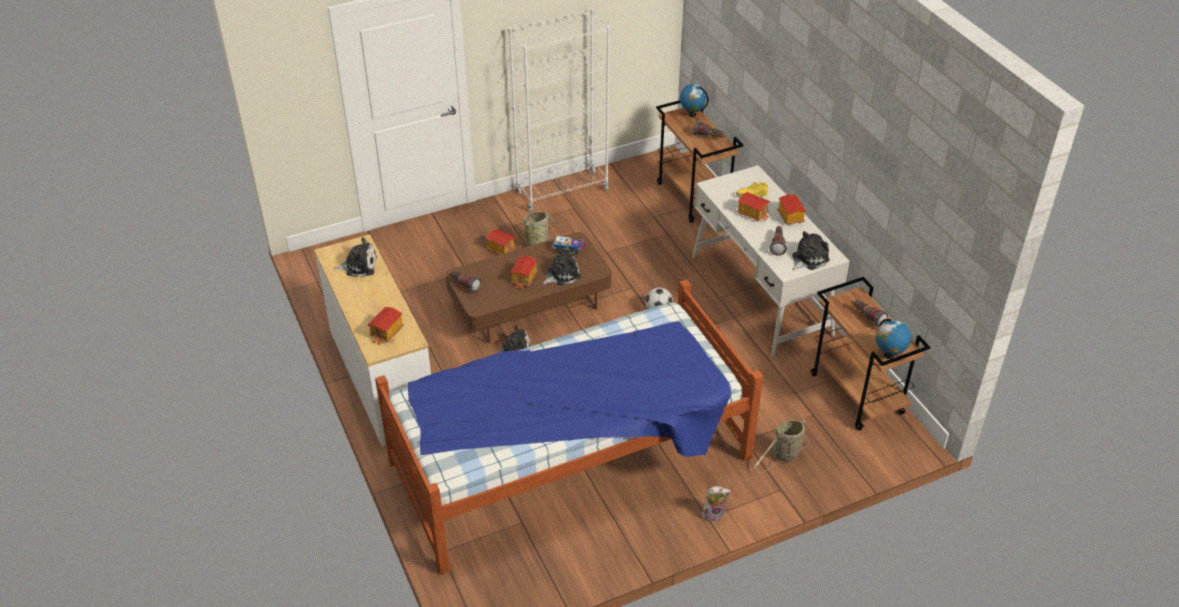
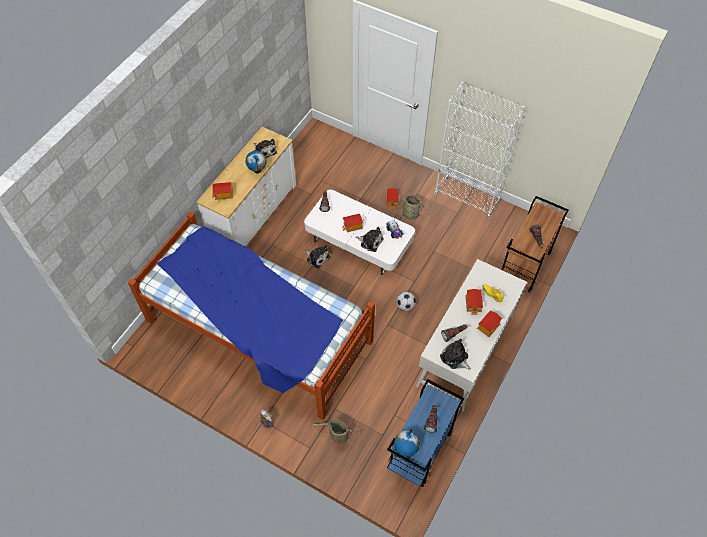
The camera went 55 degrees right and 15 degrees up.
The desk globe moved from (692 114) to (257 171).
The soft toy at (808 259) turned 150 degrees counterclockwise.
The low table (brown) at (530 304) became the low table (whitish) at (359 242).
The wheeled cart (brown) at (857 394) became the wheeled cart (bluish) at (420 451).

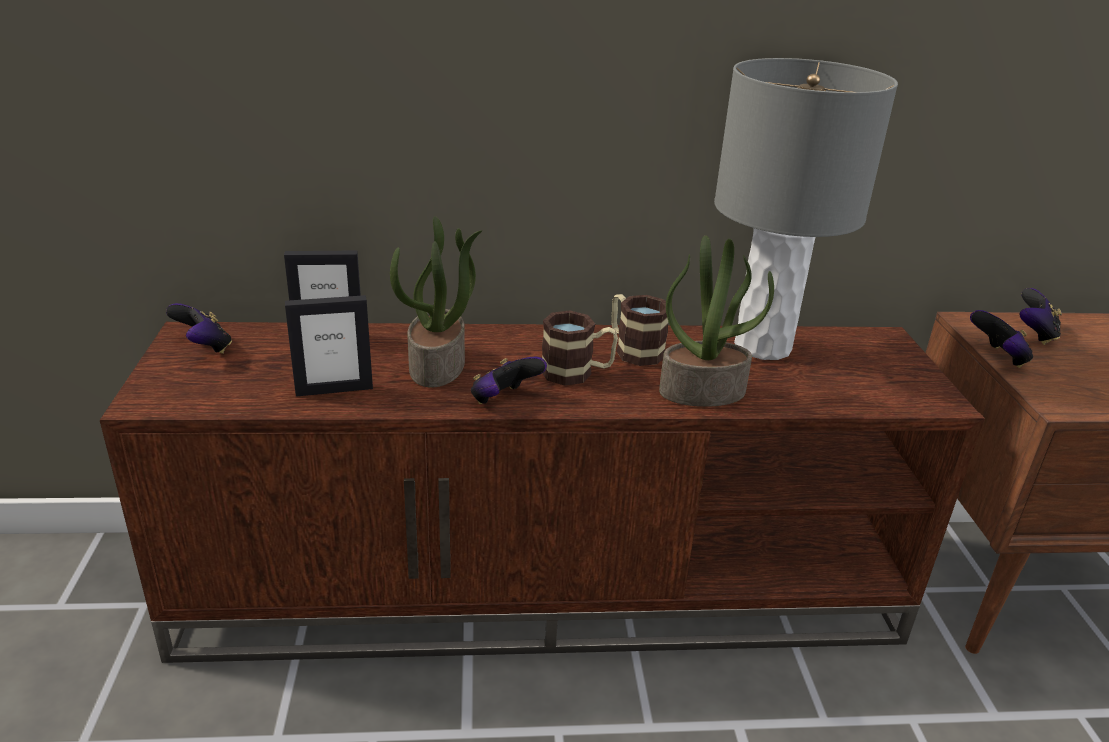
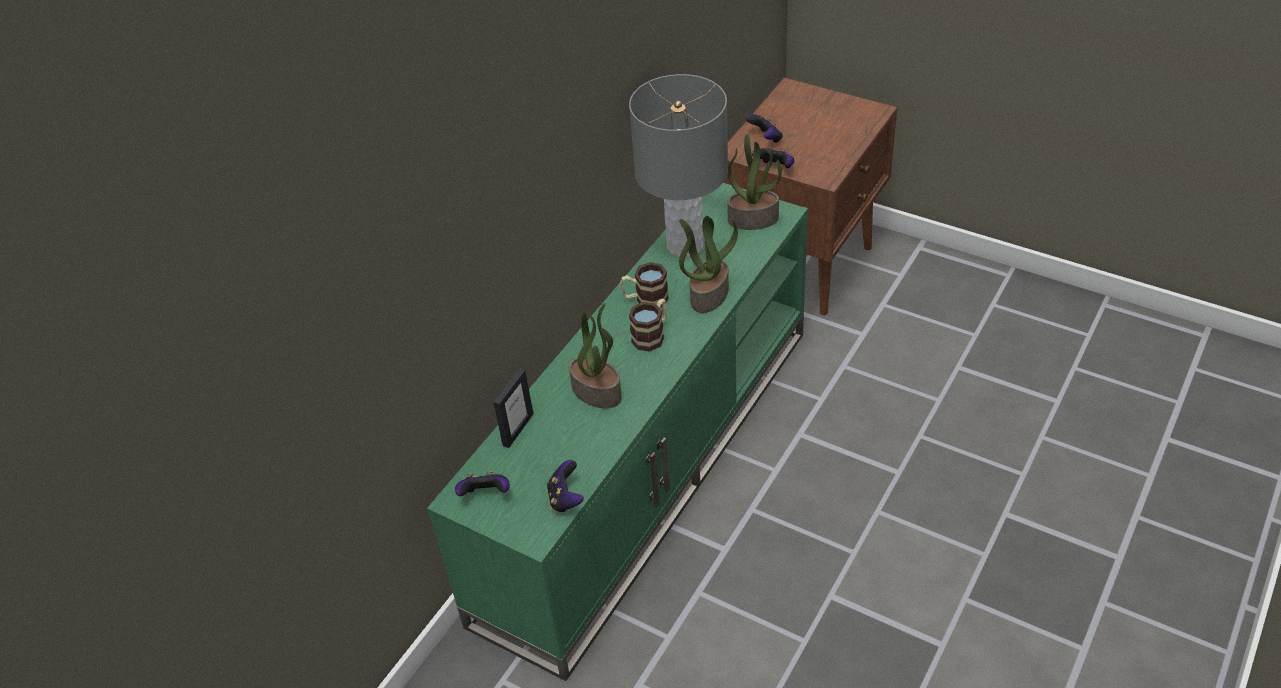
The camera went 50 degrees left and 15 degrees up.
The photo frame at (334 389) disappeared.
The media console (brown) at (546 588) became the media console (greenish) at (648 465).
The gamepad moved from (504 400) to (566 499).
The plant in a pot at (753 219) appeared.

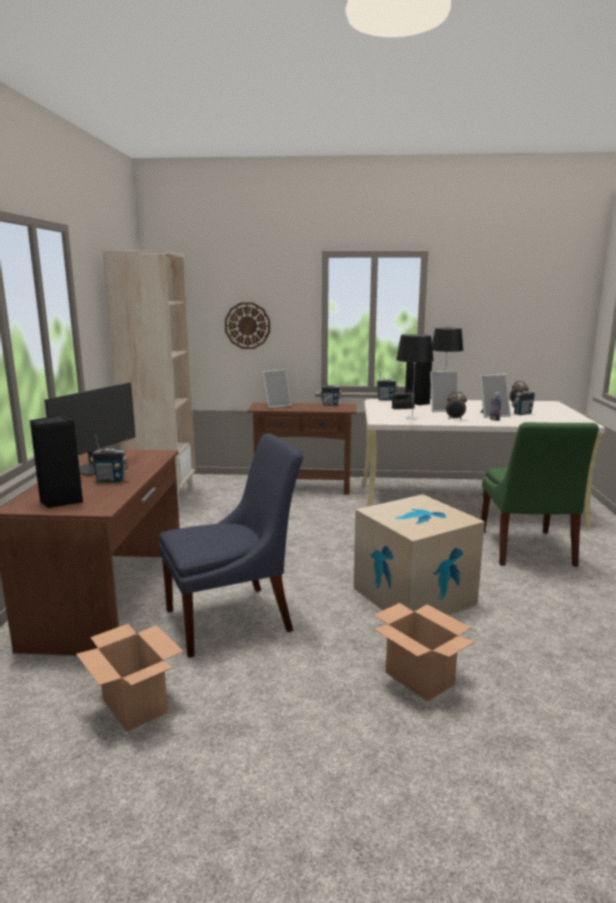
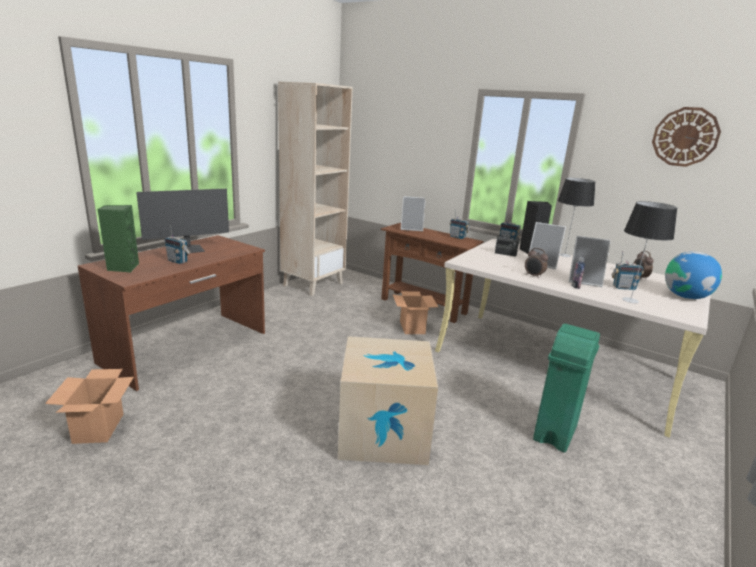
The camera went 30 degrees right and 5 degrees up.
The wall clock moved from (247 325) to (685 137).
The lamp for a table moved from (412 418) to (631 300).
The audio speaker (blackish) at (60 501) became the audio speaker (greenish) at (123 268).
The chair (greenish) at (526 550) was replaced by the rubbish bin (greenish) at (554 433).
The chair (bluish) at (234 619) disappeared.
The packing box moved from (418 678) to (412 327).
The desk globe at (685 297) appeared.

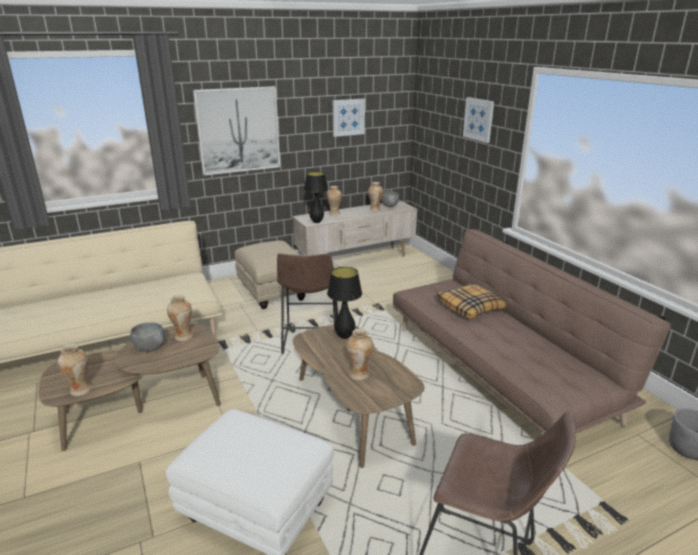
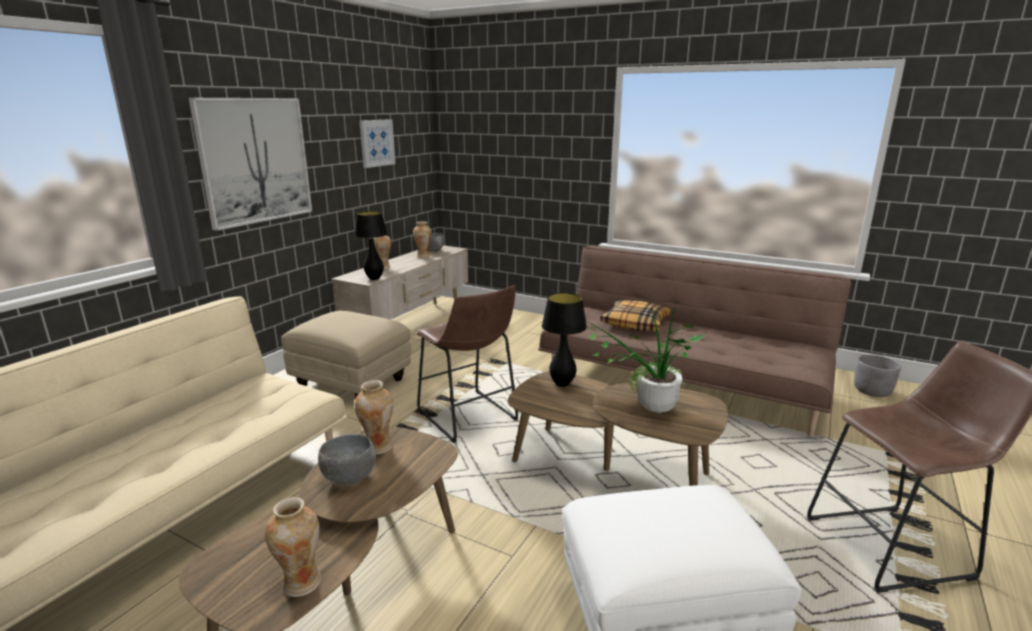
The camera went 35 degrees left and 5 degrees down.
The wall picture at (478 119) disappeared.
The vase at (359 374) was replaced by the plant in a pot at (648 409).

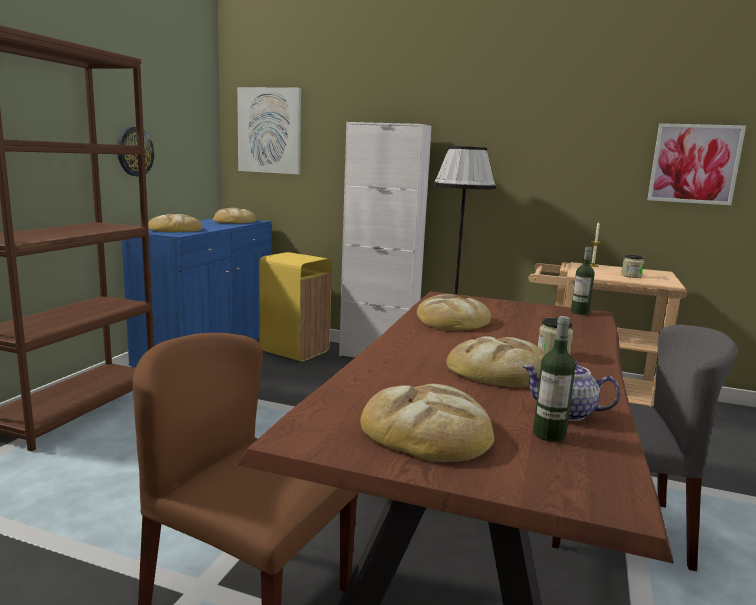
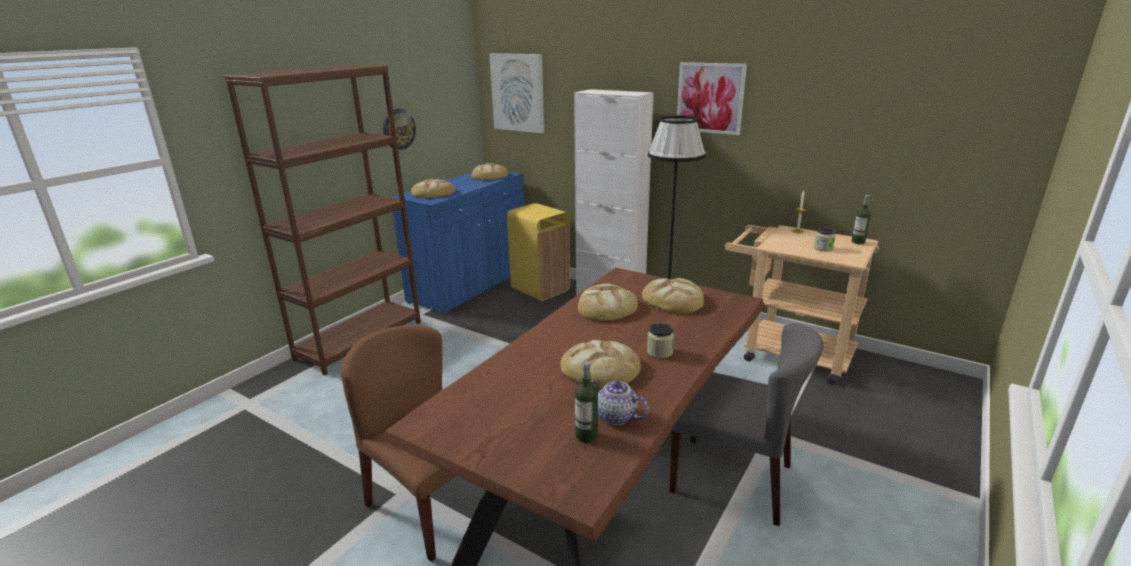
The camera went 15 degrees right and 10 degrees up.
The wall picture moved from (694 164) to (710 98).
The drink bottle moved from (579 312) to (858 242).
The bread moved from (427 430) to (673 300).

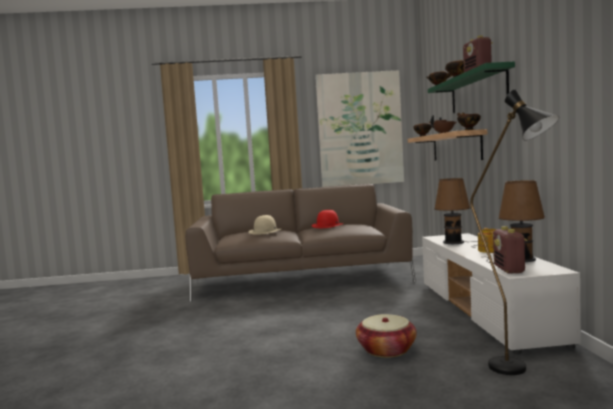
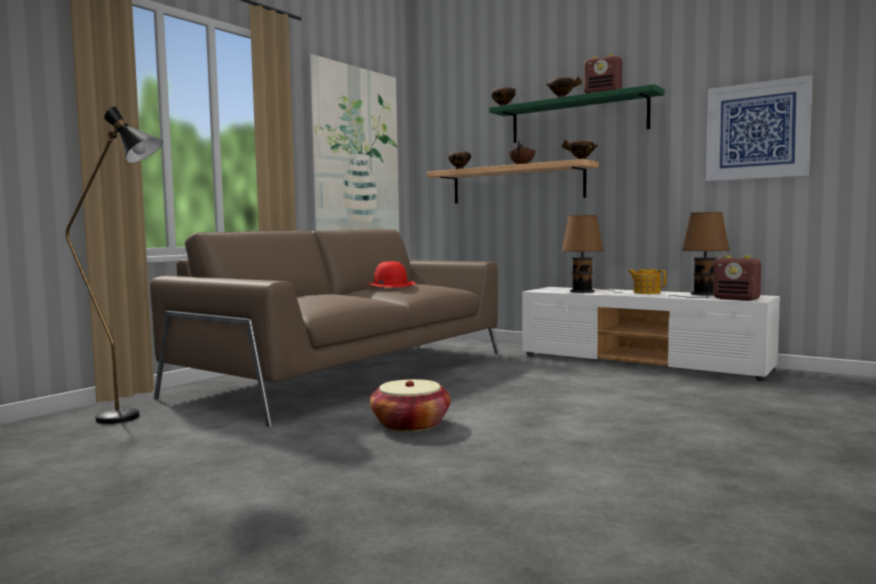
The camera went 50 degrees left and 0 degrees up.
The floor lamp (blackish) moved from (519 371) to (132 418).
The hat (beige) at (265 231) disappeared.
The basket moved from (386 350) to (410 425).
The wall picture at (757 131) appeared.

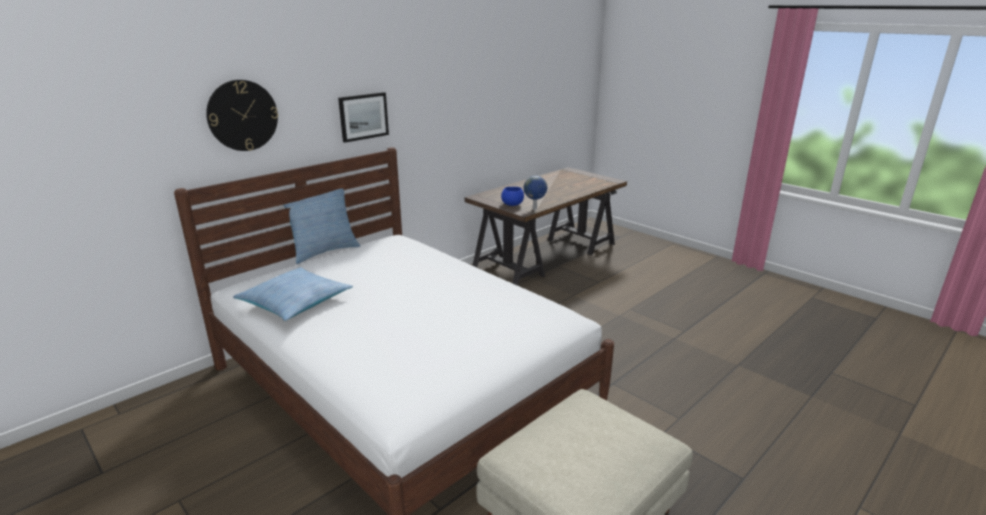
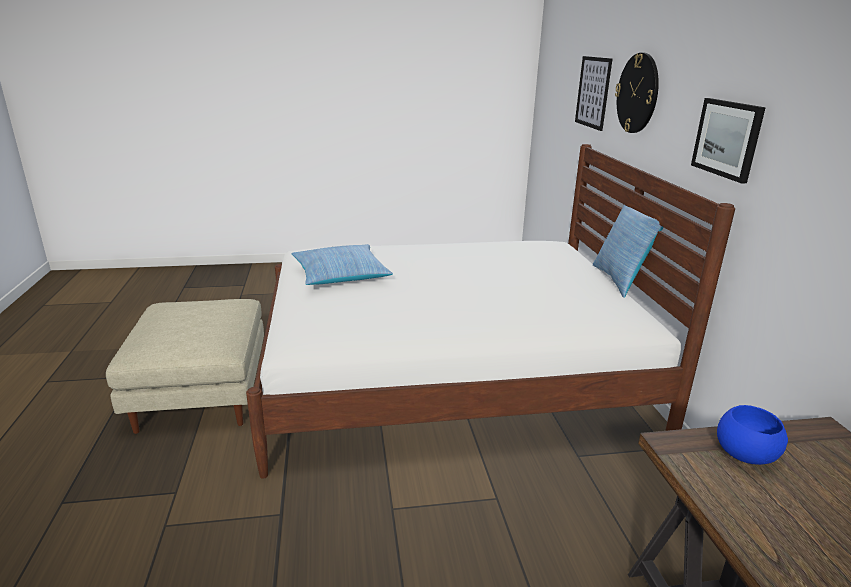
The camera went 125 degrees right and 0 degrees up.
The desk globe at (535 209) disappeared.
The cushion moved from (295 302) to (340 275).
The wall picture at (593 92) appeared.

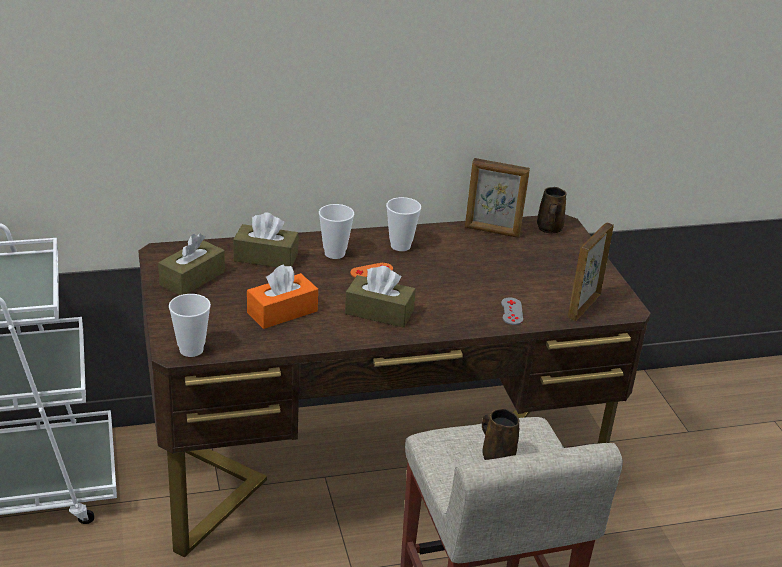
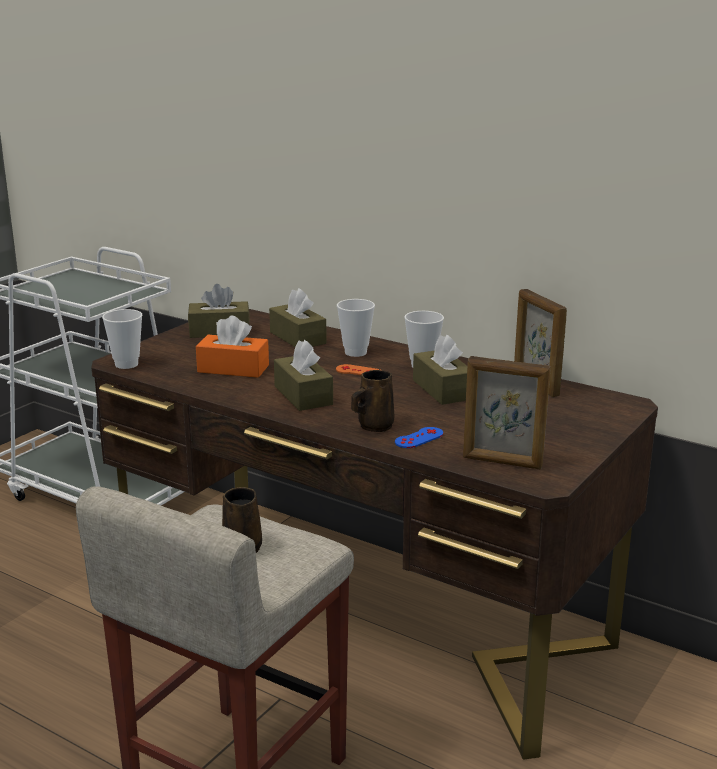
The camera went 50 degrees right and 10 degrees down.
The mug (brown) moved from (549 229) to (374 426).
The photo frame at (583 306) turned 150 degrees counterclockwise.
The gamepad (greyish) at (512 311) became the gamepad (bluish) at (419 438).
The box of tissues (brown) at (442 389) appeared.

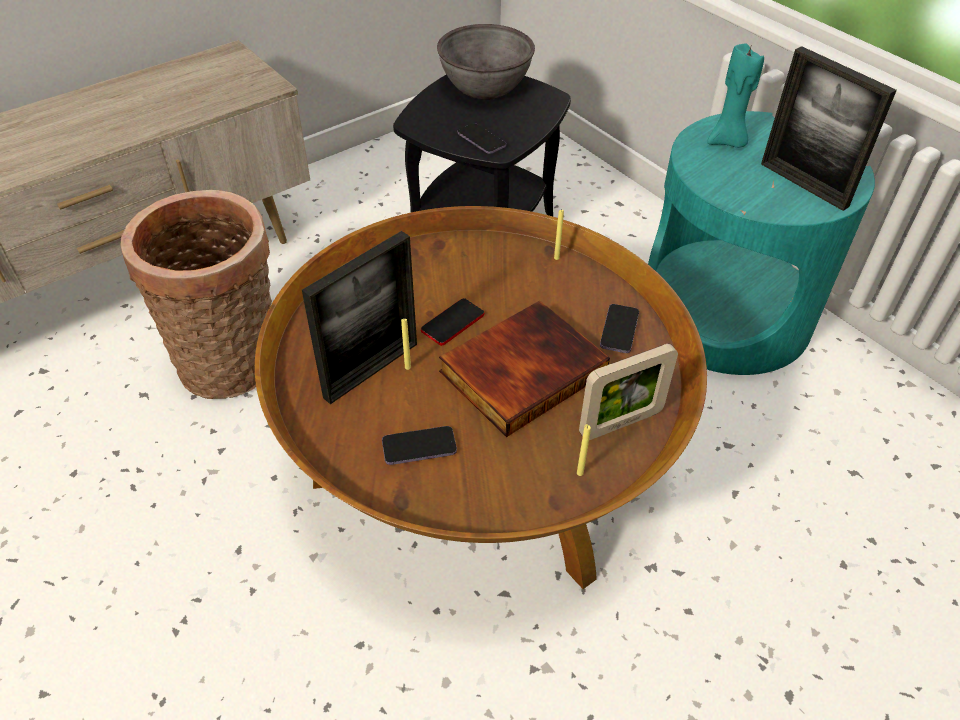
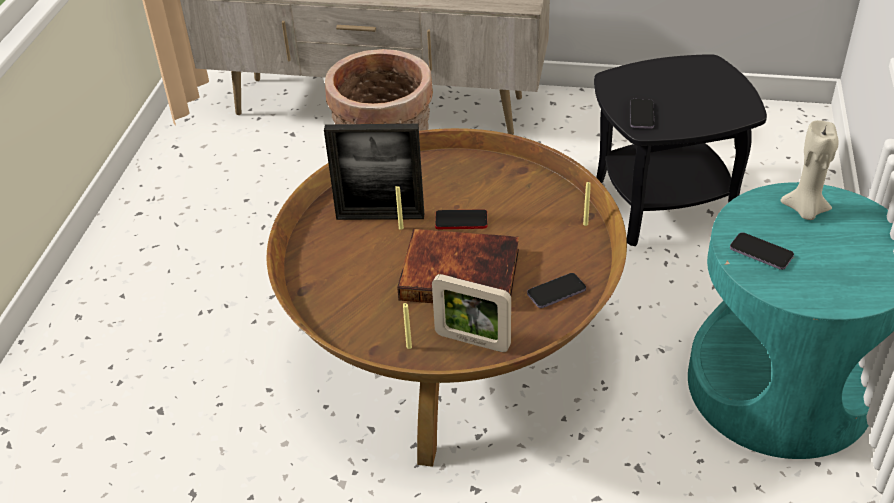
The camera went 50 degrees right and 5 degrees down.
The deep dish (greyish) at (485 87) disappeared.
The wax candle (blue-green) at (727 142) became the wax candle (beige) at (805 210).
The photo frame at (803 185) disappeared.
The handset moved from (419 447) to (761 253).

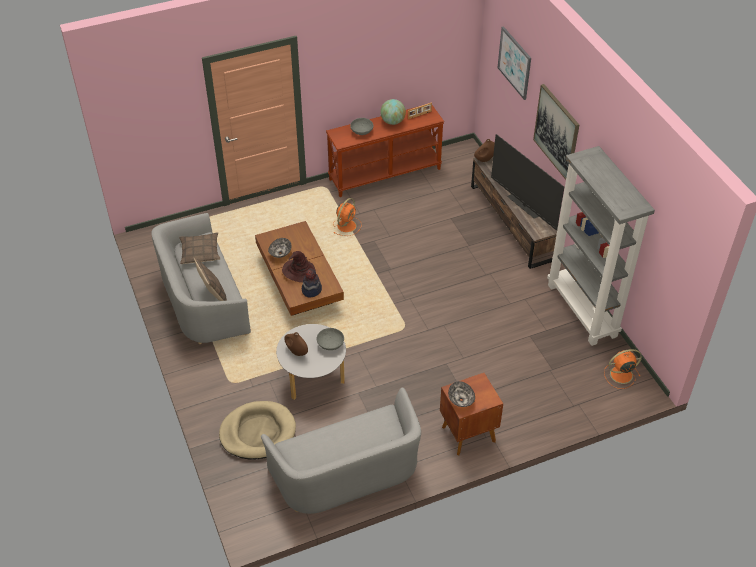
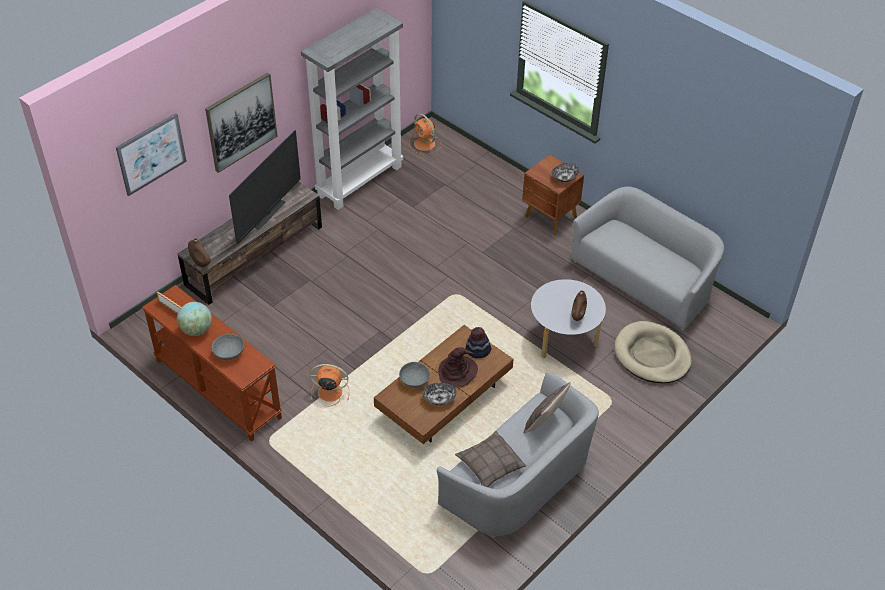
The camera went 115 degrees left and 0 degrees up.
The deep dish (greyish) moved from (330 344) to (414 380).

